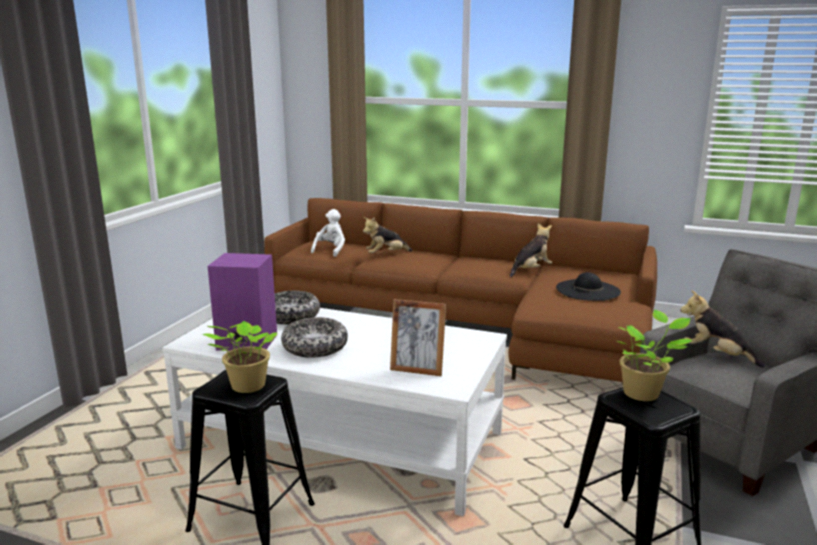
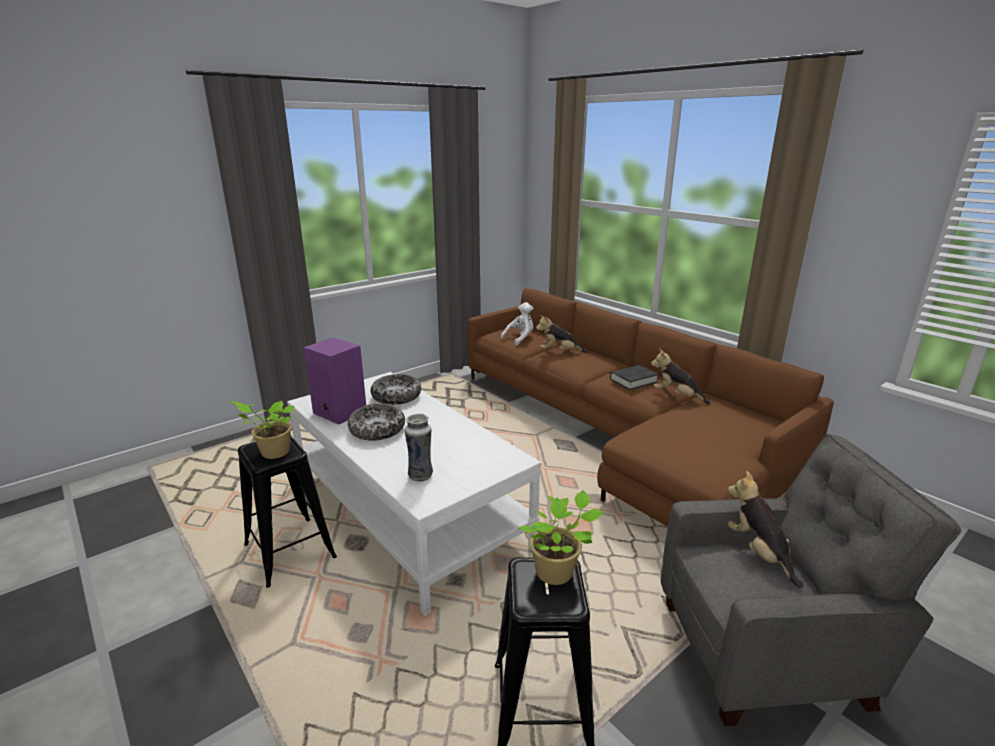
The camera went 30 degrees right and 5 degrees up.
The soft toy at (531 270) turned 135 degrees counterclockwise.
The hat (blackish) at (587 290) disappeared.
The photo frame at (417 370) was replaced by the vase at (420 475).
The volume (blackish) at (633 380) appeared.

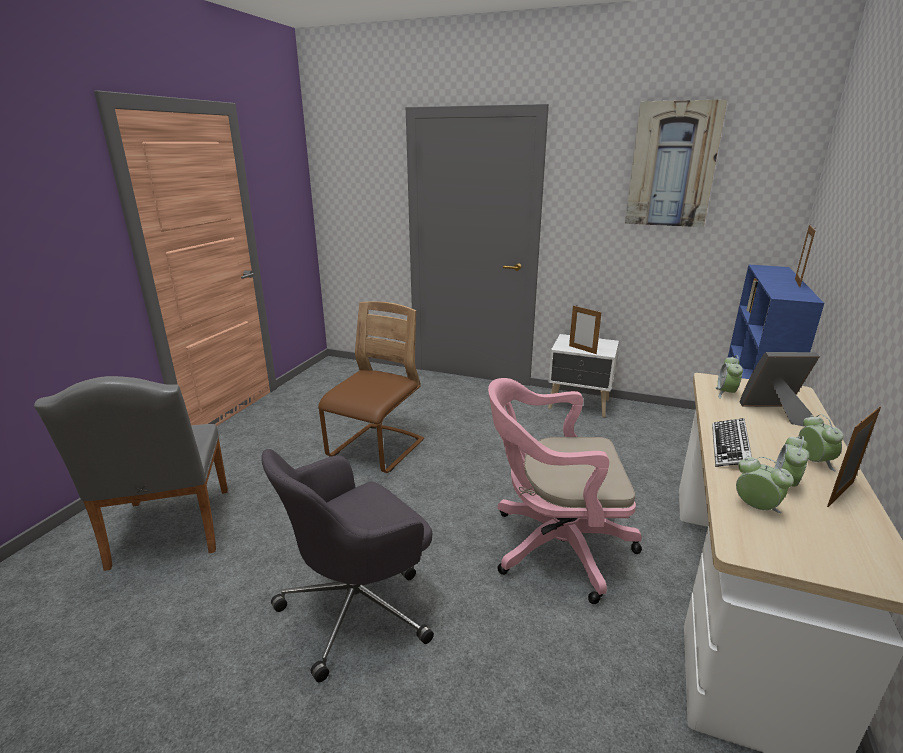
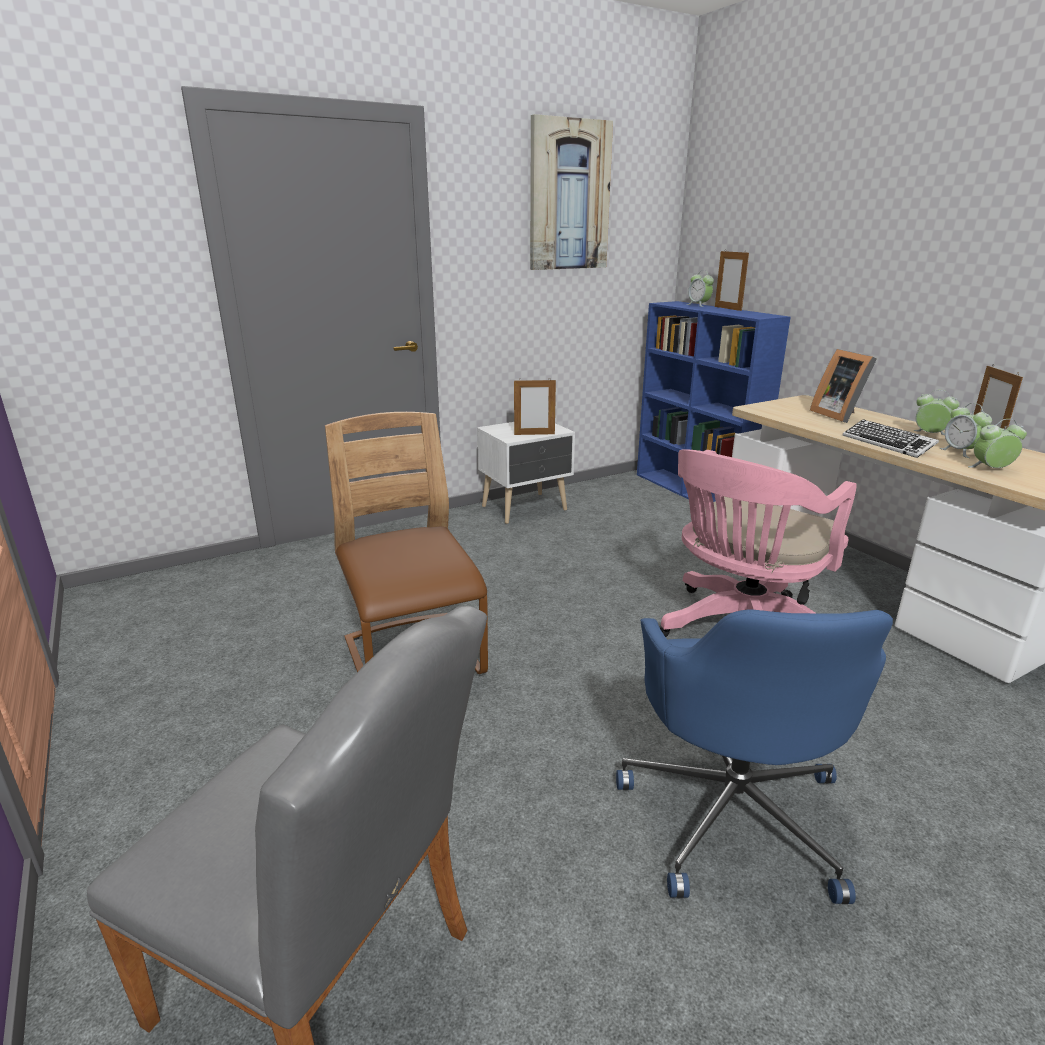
The camera went 50 degrees left and 0 degrees up.
The photo frame at (775 412) turned 60 degrees counterclockwise.
The alarm clock moved from (725 393) to (698 305).
The computer chair (greyish) at (359 607) became the computer chair (bluish) at (733 811).

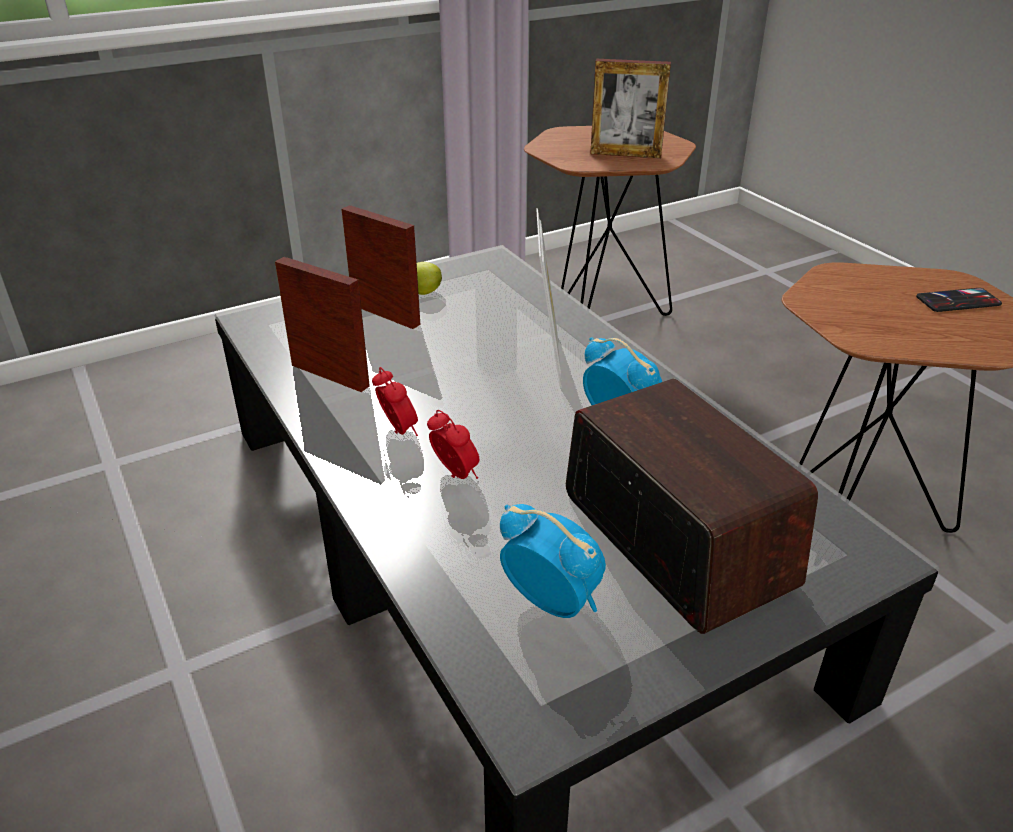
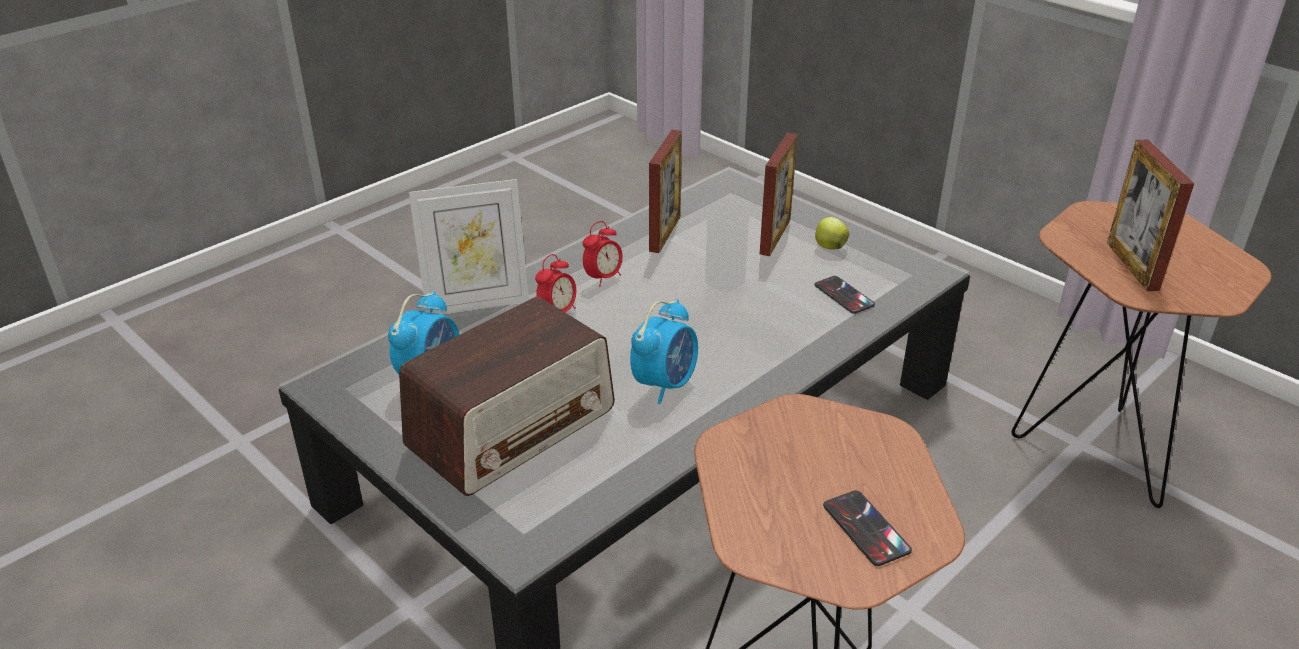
The camera went 75 degrees right and 0 degrees up.
The photo frame moved from (546 356) to (477 303).
The handset at (844 295) appeared.

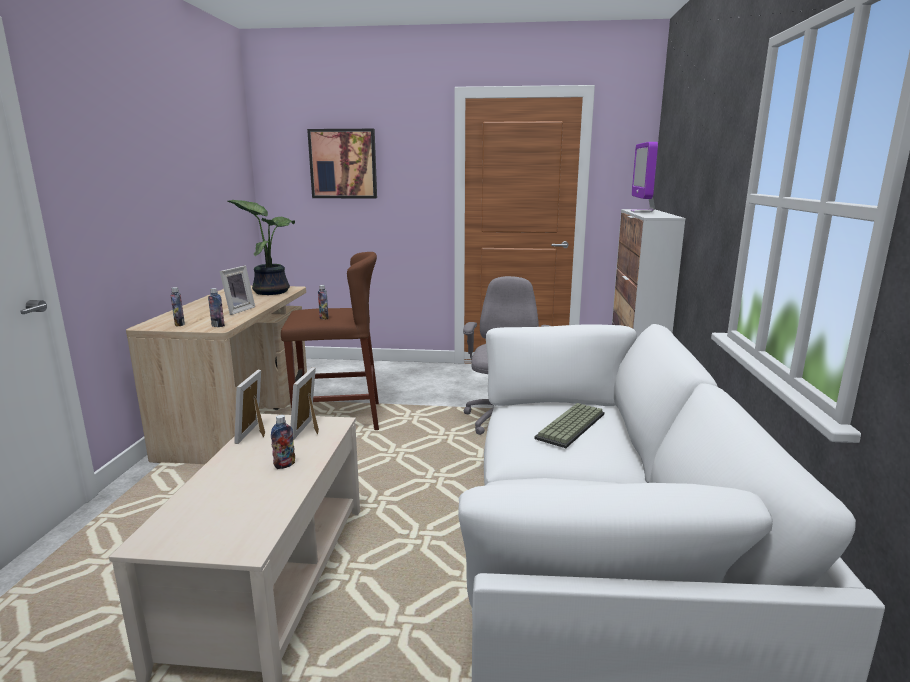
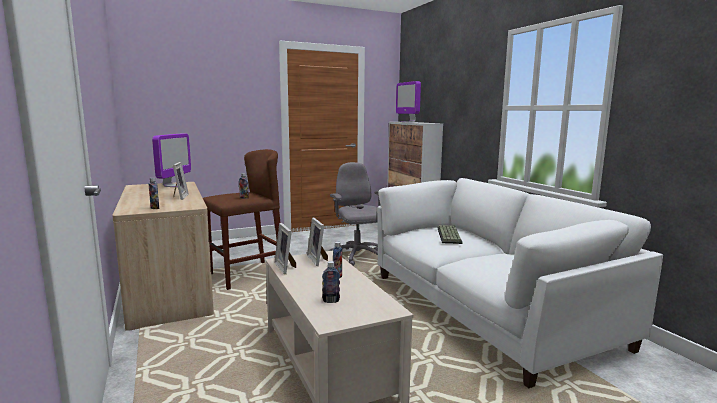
The camera went 30 degrees left and 5 degrees down.
The wall picture at (343 164) disappeared.
The plant in a pot at (271 291) was replaced by the computer display at (174 186).
The drink bottle moved from (218 326) to (331 301).

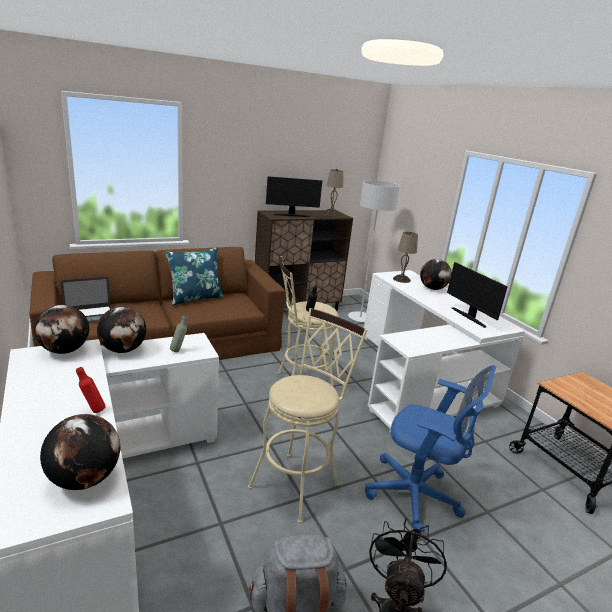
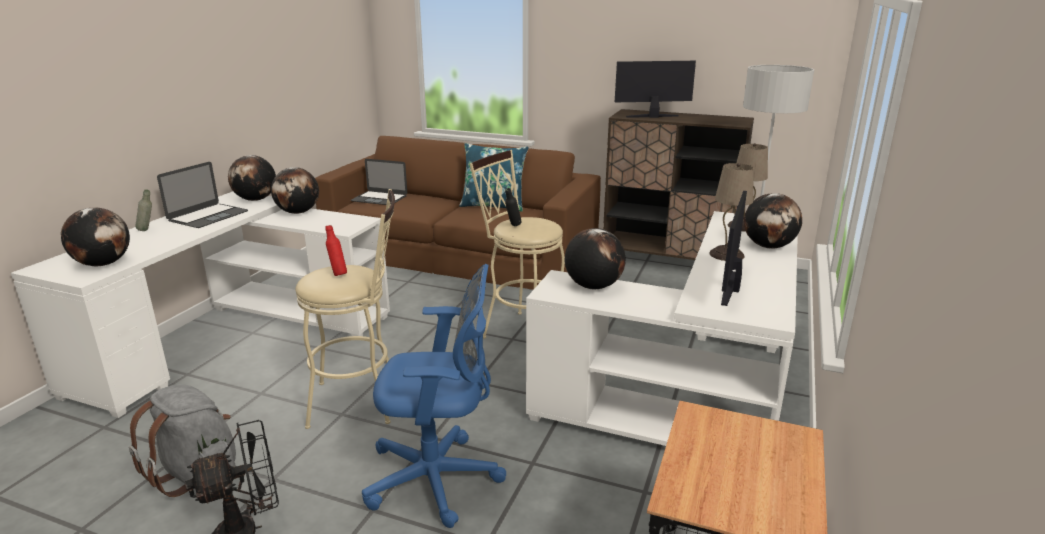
The camera went 50 degrees right and 0 degrees up.
The lamp for a table (beige) moved from (331 212) to (726 254).
The computer display at (291 215) turned 135 degrees clockwise.
The drink bottle (greyish) moved from (179 350) to (148 230).
The computer chair (bluish) at (416 496) turned 75 degrees counterclockwise.
The drink bottle (red-coloured) moved from (93 410) to (338 274).
The laptop at (208 216) appeared.
The desk globe at (593 286) appeared.

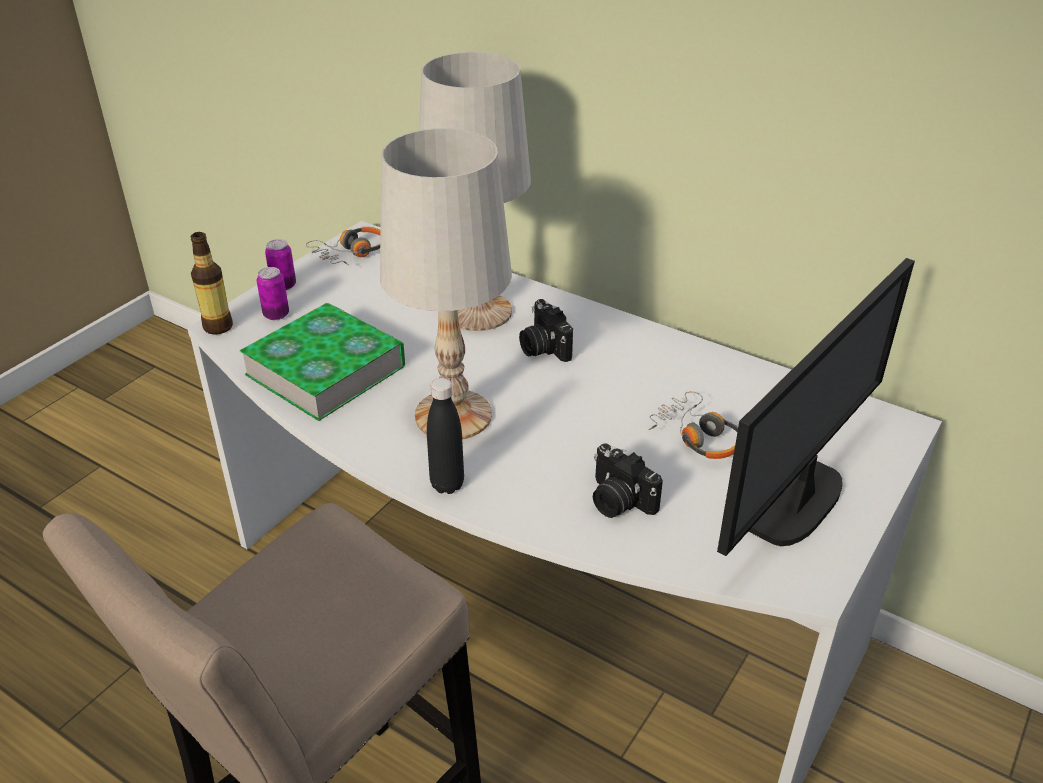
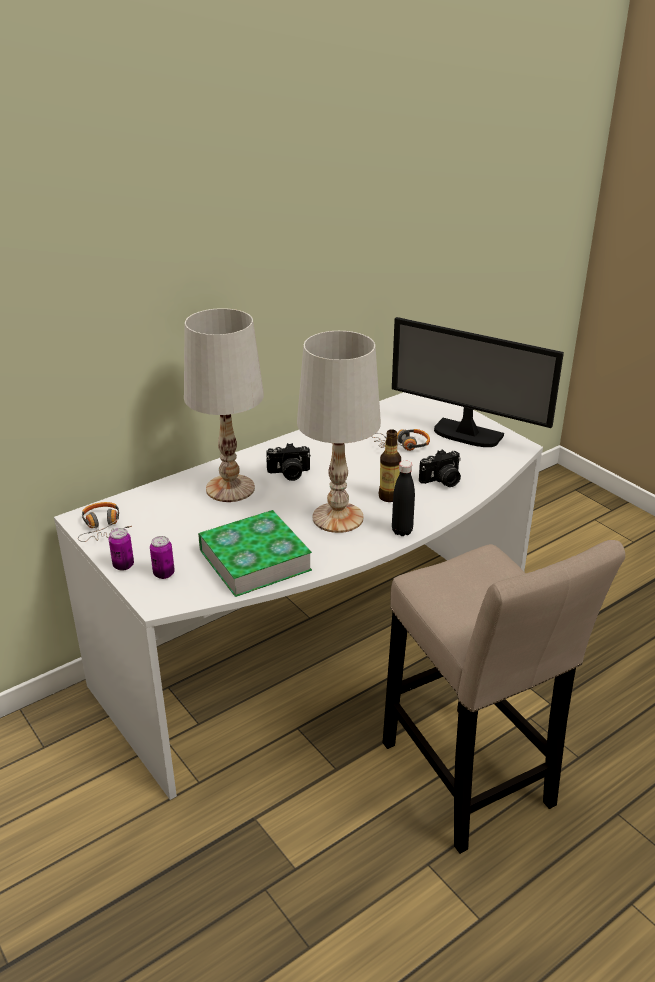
The camera went 70 degrees left and 5 degrees down.
The drink bottle moved from (218 327) to (389 497).
The computer display at (796 504) turned 150 degrees clockwise.

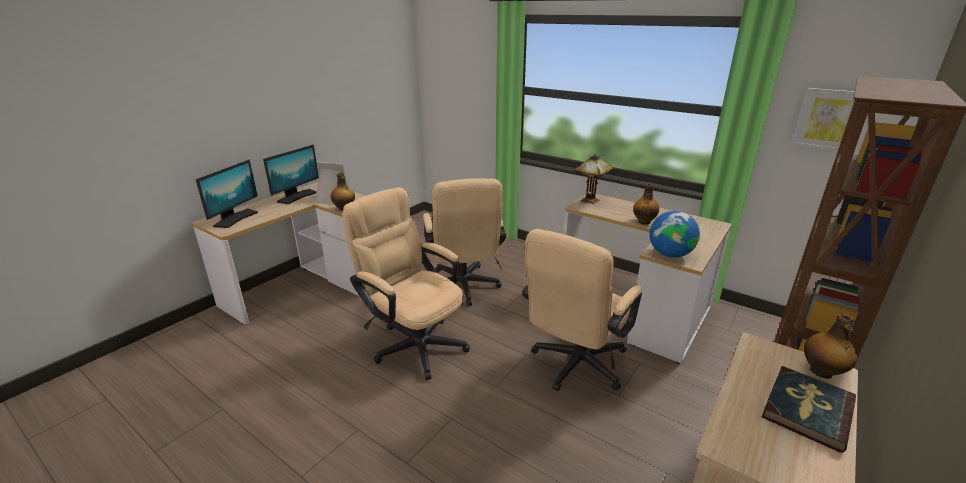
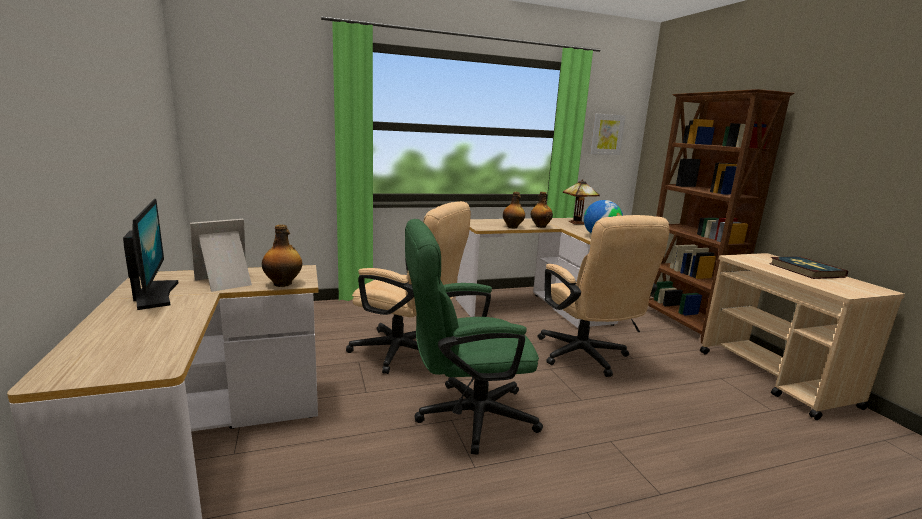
The camera went 55 degrees left and 10 degrees down.
The lamp for a table moved from (590 201) to (578 223).
The computer display at (235 219) disappeared.
The computer chair (beige) at (414 342) became the computer chair (greenish) at (465 416).
The drink bottle moved from (821 372) to (512 227).

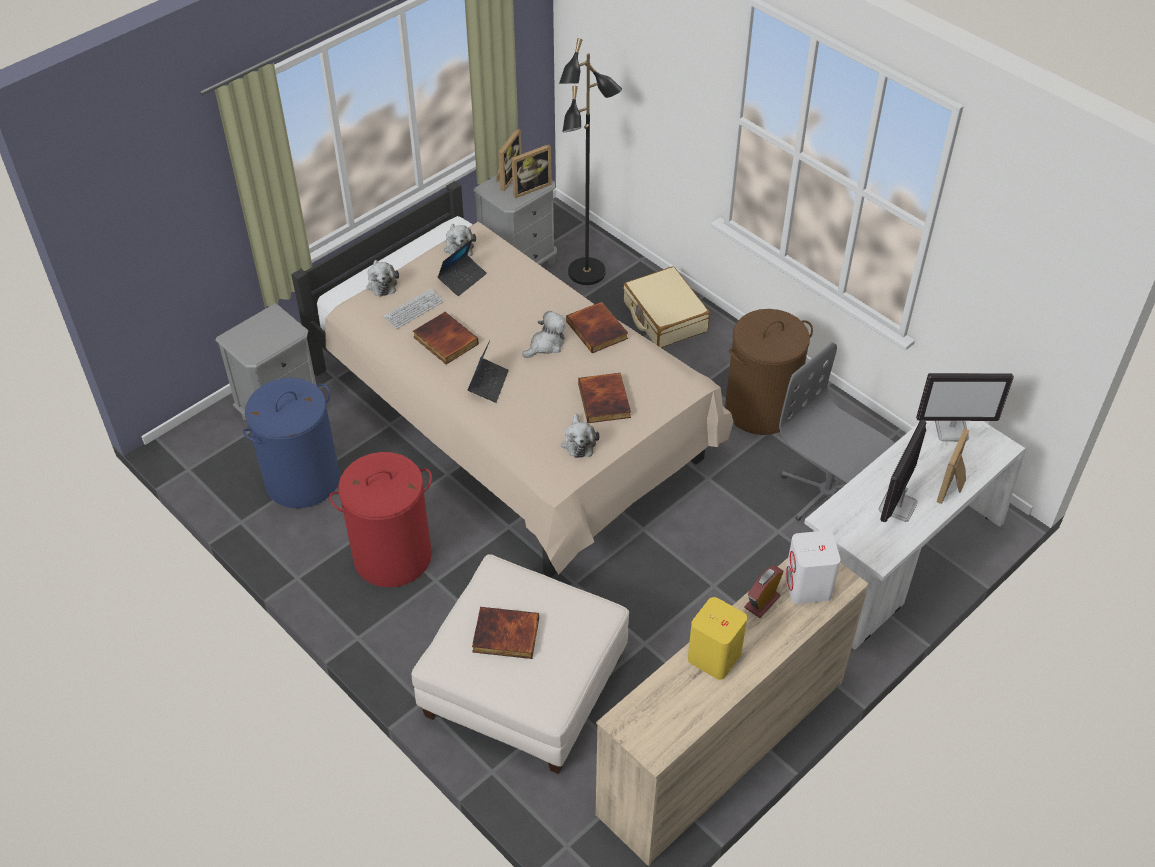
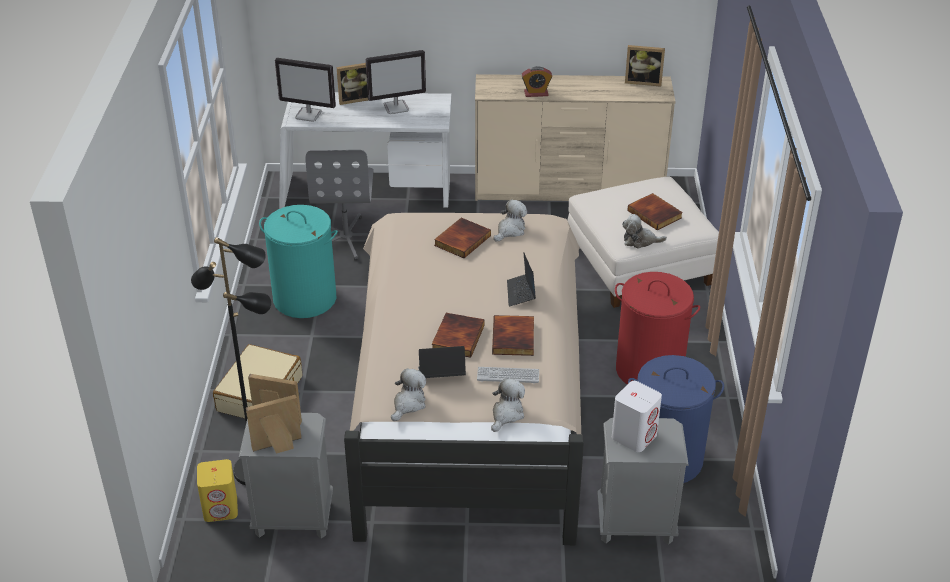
The camera went 135 degrees left and 10 degrees down.
The volume moved from (598 330) to (457 337).
The washing basket (brown) at (760 409) became the washing basket (blue-green) at (305 298).
The soft toy moved from (546 345) to (640 241).
The laptop at (488 383) turned 60 degrees counterclockwise.
The computer display at (952 430) turned 150 degrees clockwise.
The audio speaker (whitish) moved from (808 586) to (634 436).
The audio speaker (yellow-coloured) moved from (714 657) to (221 508).
The photo frame at (643 81) appeared.

